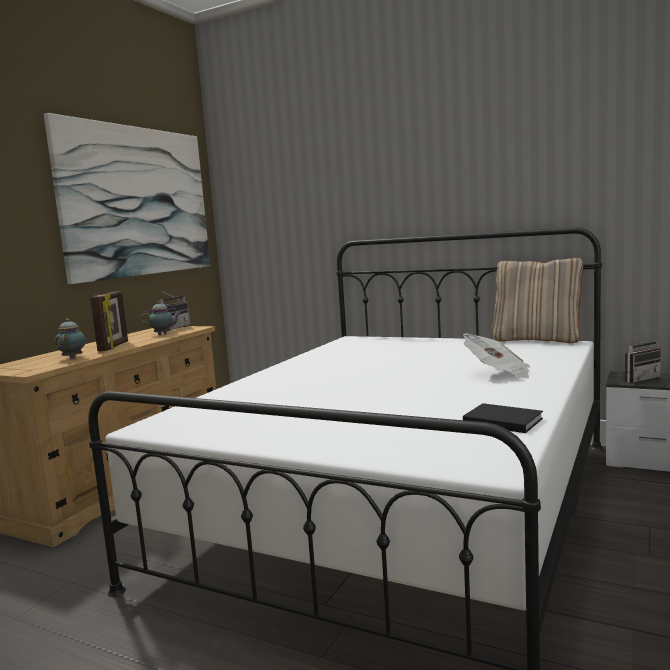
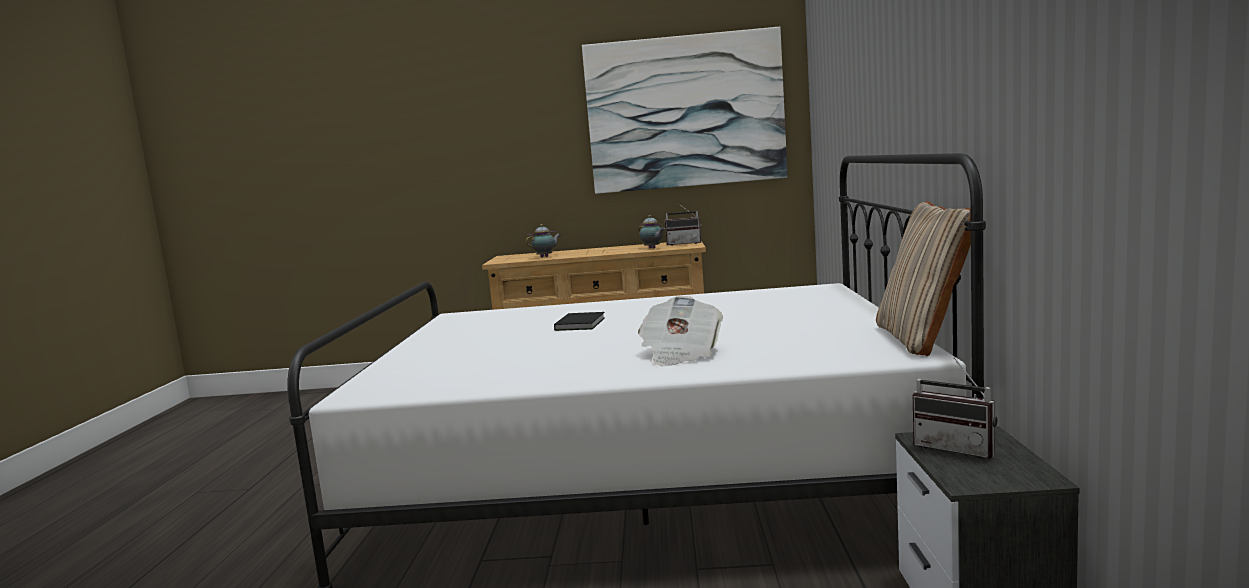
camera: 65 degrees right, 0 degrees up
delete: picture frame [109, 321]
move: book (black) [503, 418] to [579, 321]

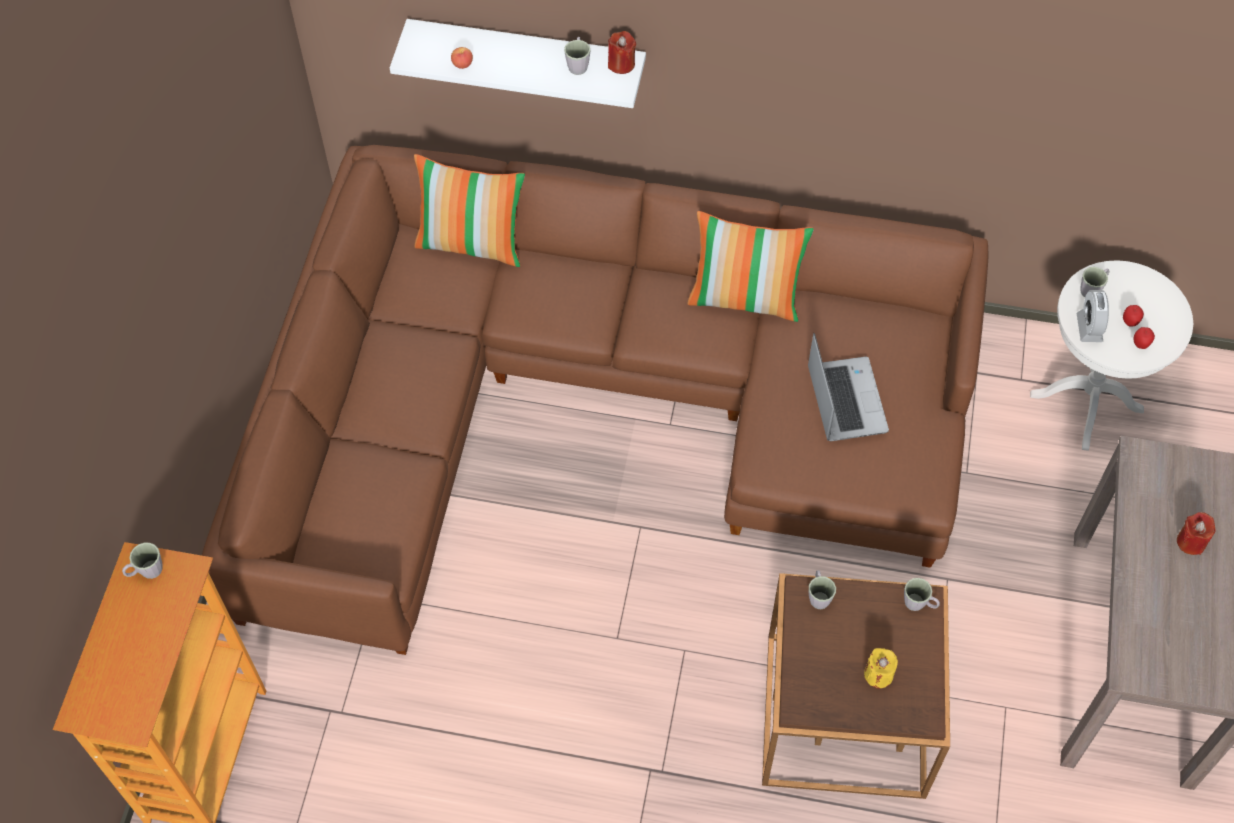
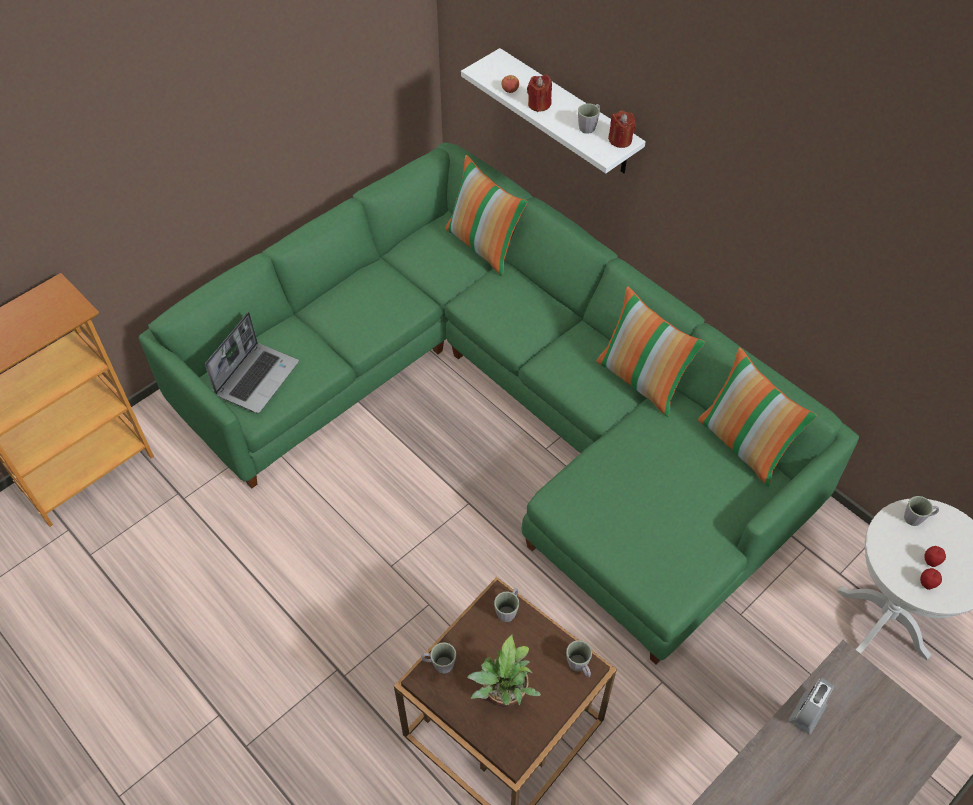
camera: 35 degrees right, 5 degrees down
insert: pillow [757, 417]
move: alarm clock [1093, 316] to [811, 705]; laptop [848, 387] to [252, 362]; candle (red) [1196, 533] to [539, 93]; mug (grey) [142, 560] to [438, 658]
replace: candle (yellow) [881, 668] to potted plant [504, 670]
recolor: sofa (brown) [595, 400] to sofa (green) [498, 404]

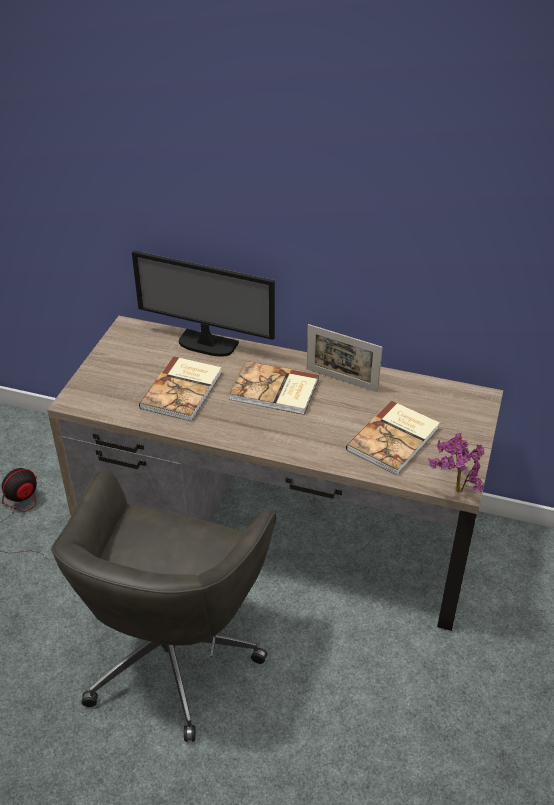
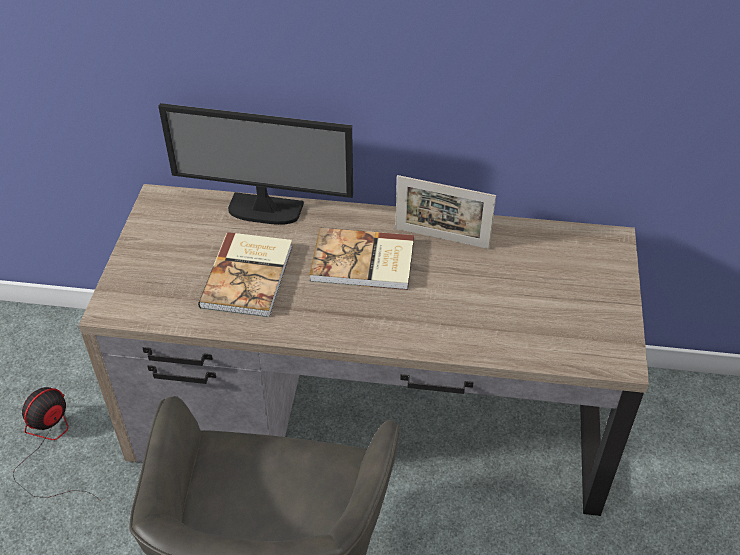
camera: 10 degrees left, 5 degrees up
delete: book [393, 438]; potted plant [456, 463]

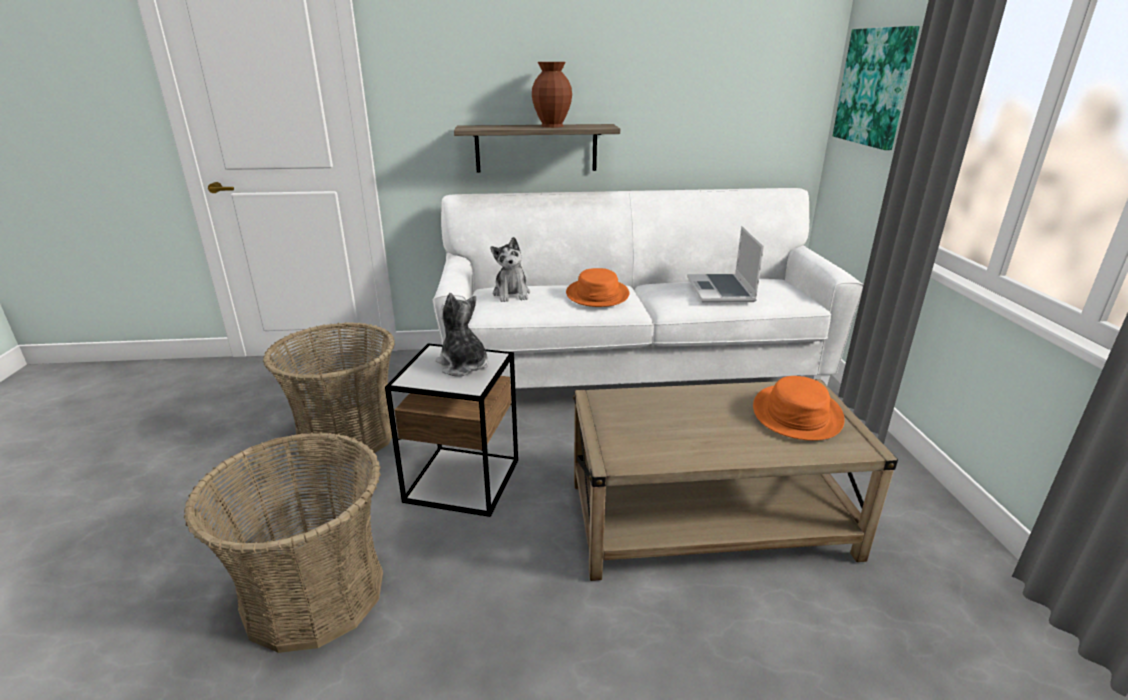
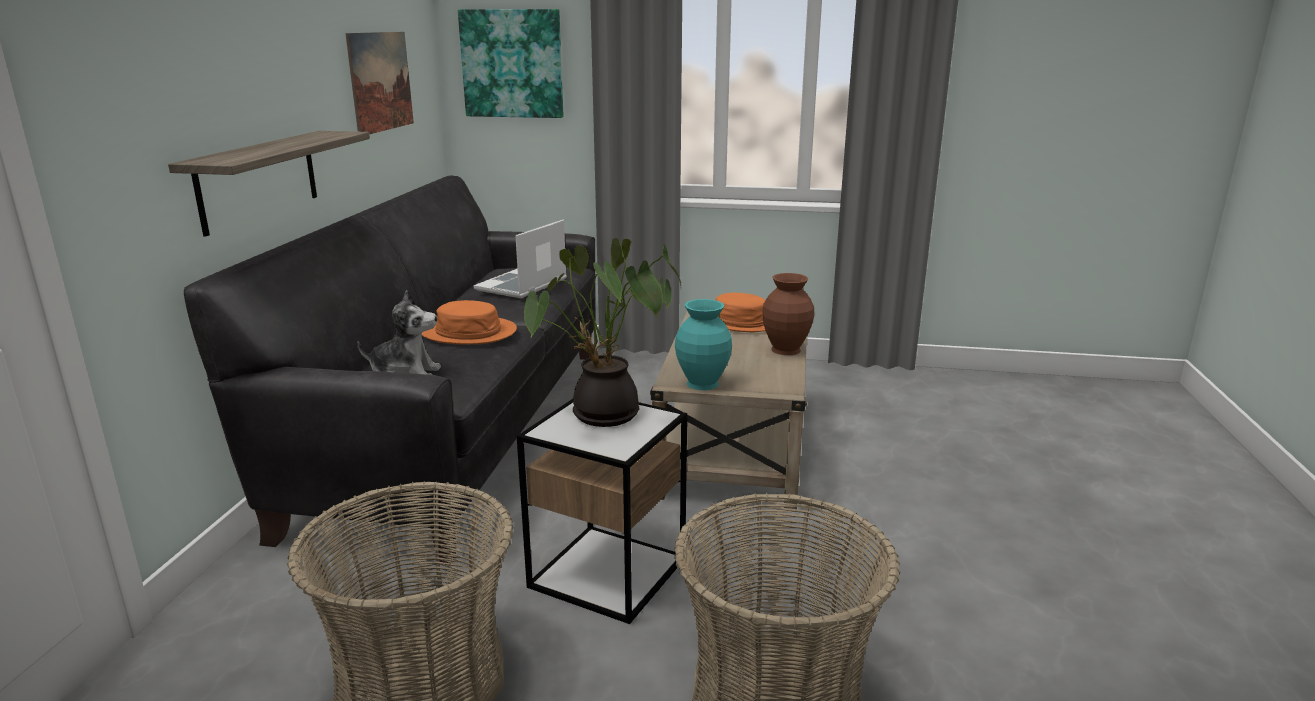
camera: 75 degrees left, 5 degrees down
insert: picture [379, 83]; vase (turquoise) [703, 344]
move: vase (brown) [552, 95] to [788, 314]
replace: plush toy [462, 335] to potted plant [602, 332]
recolor: sofa (white) [648, 288] to sofa (black) [389, 369]
rotate: laptop [725, 264] = [520, 259] 105 degrees clockwise

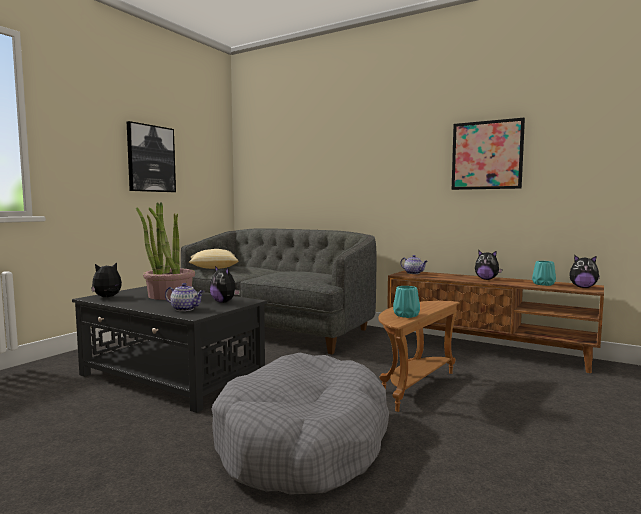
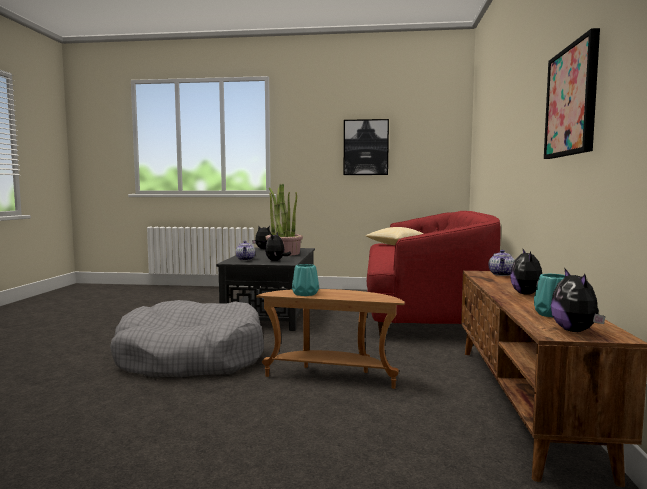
camera: 65 degrees right, 0 degrees up
recolor: sofa (grey) [279, 291] to sofa (red) [434, 273]

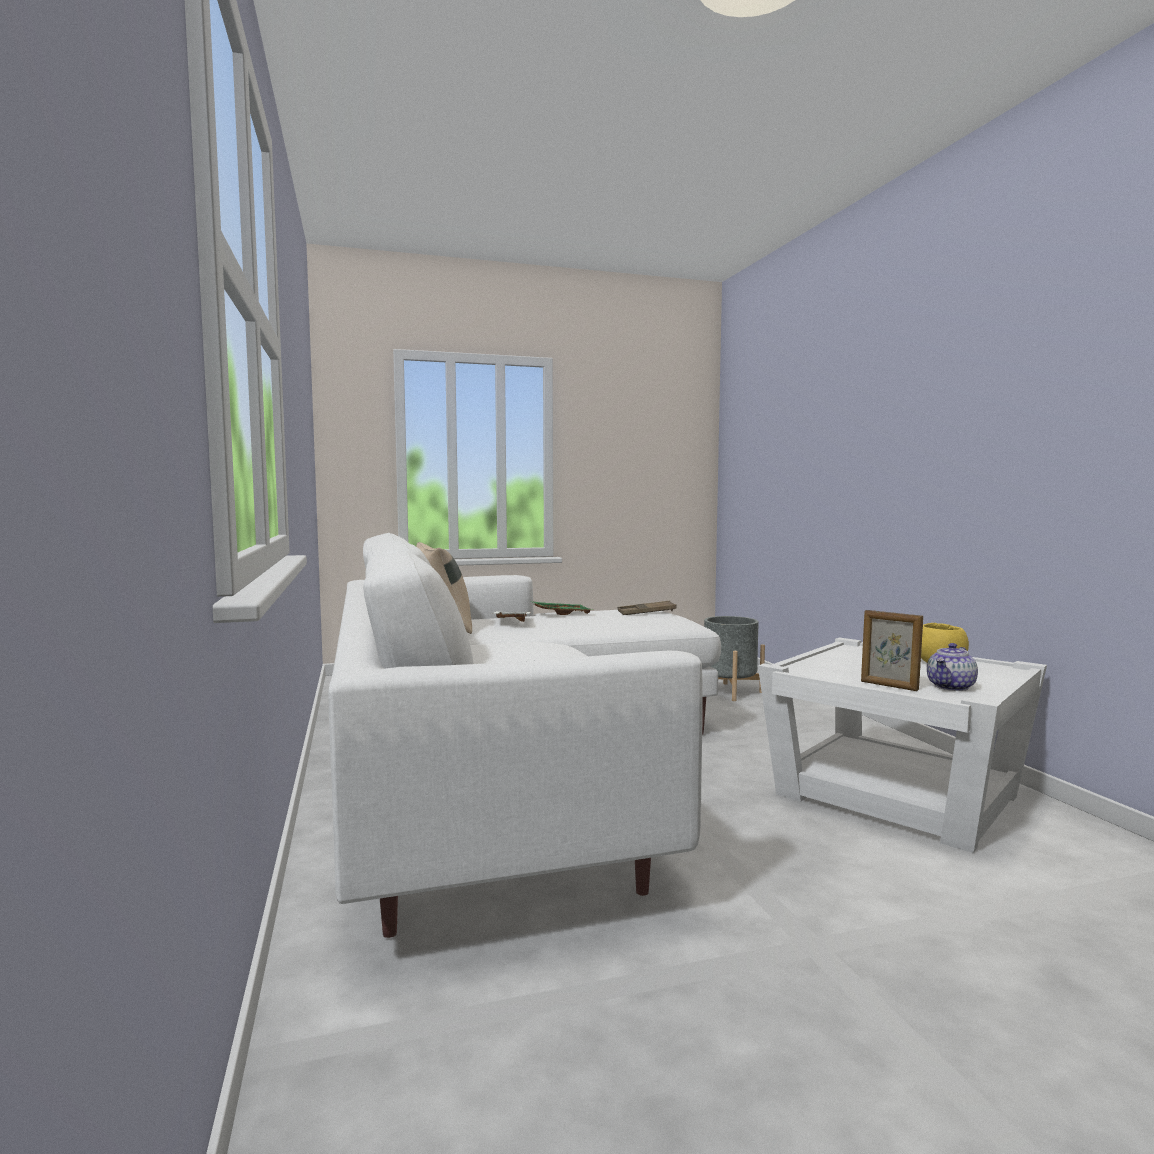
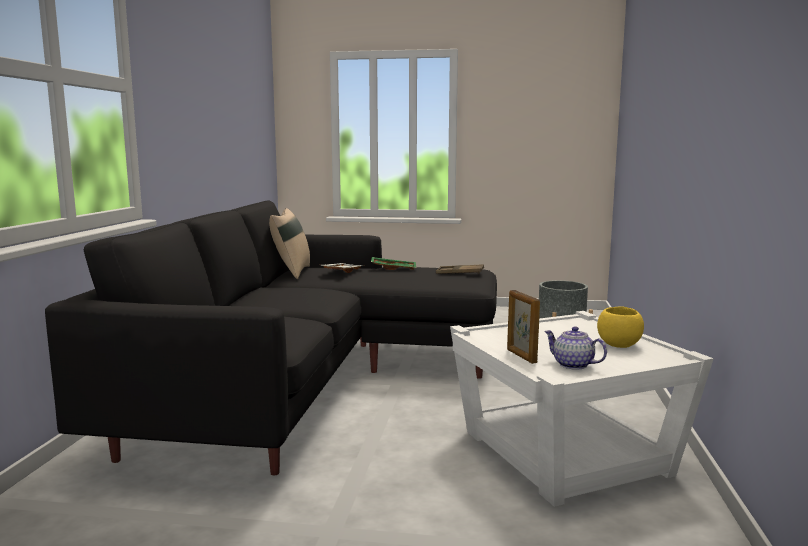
camera: 25 degrees right, 5 degrees up
recolor: sofa (white) [524, 735] to sofa (black) [271, 337]
rotate: teapot [952, 667] = [575, 348] 60 degrees clockwise

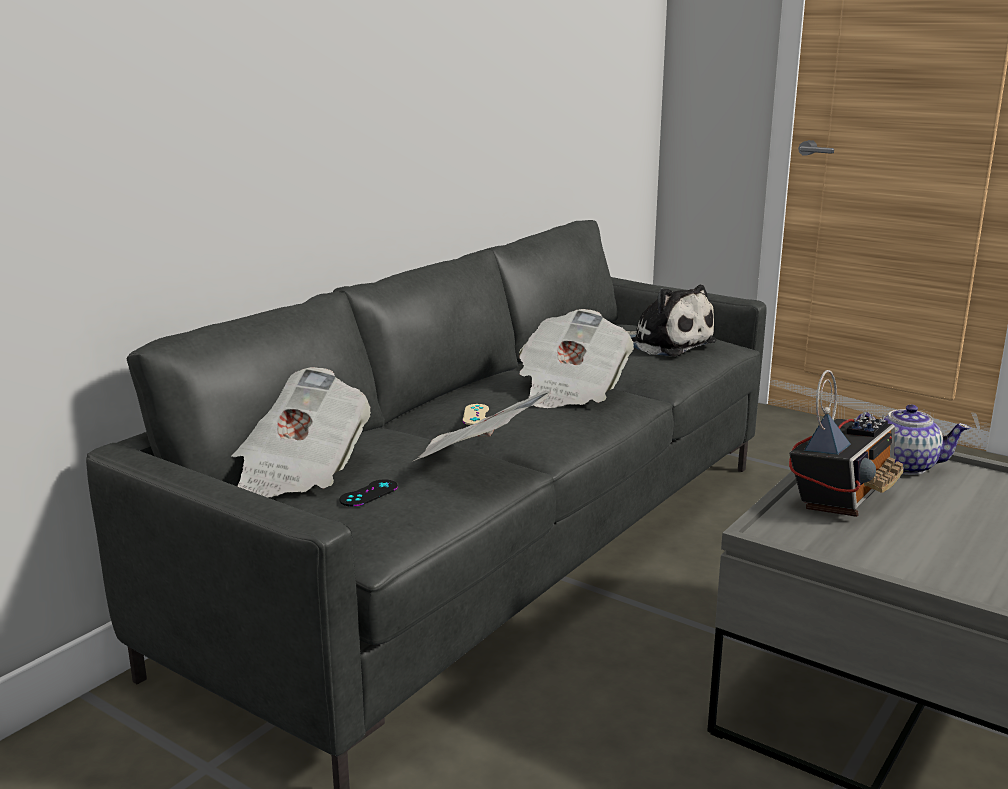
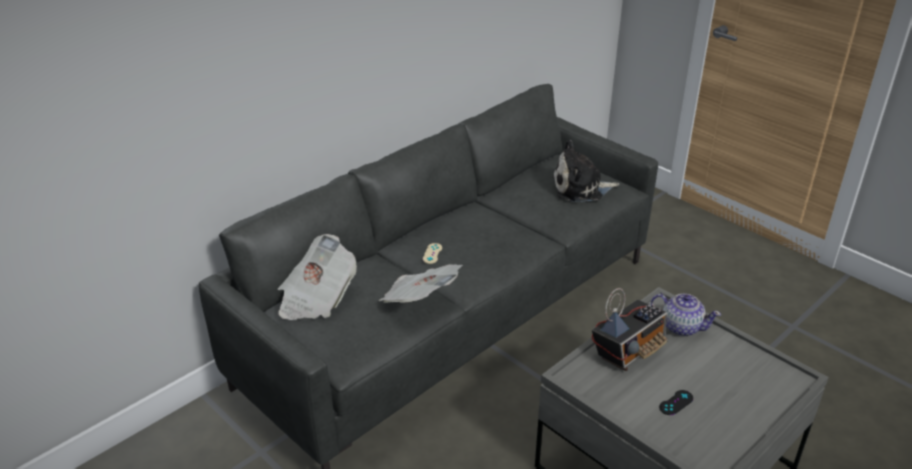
camera: 10 degrees right, 15 degrees up
delete: newspaper [576, 358]
move: game controller (black) [368, 493] to [676, 402]
rotate: plush toy [672, 321] = [585, 171] 120 degrees clockwise

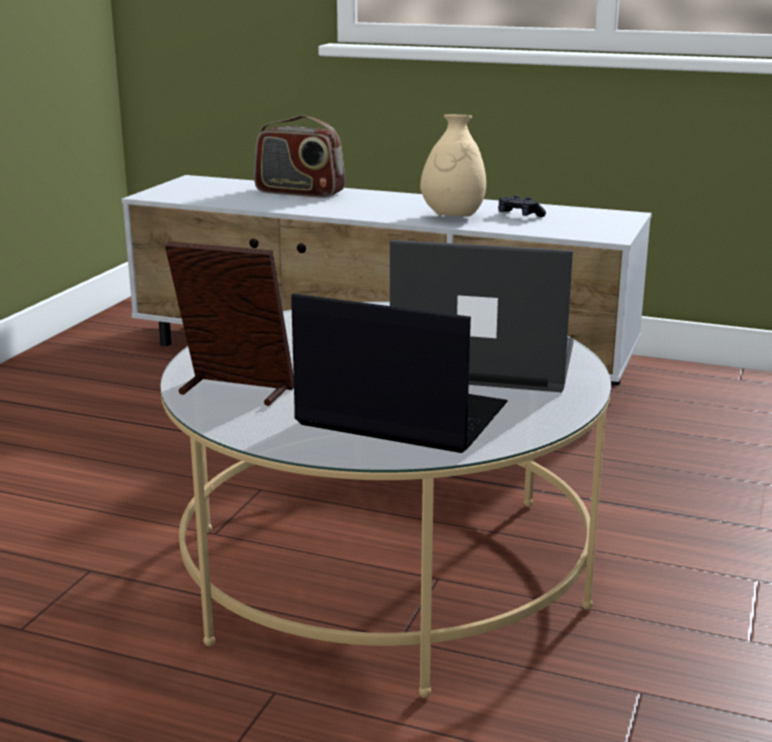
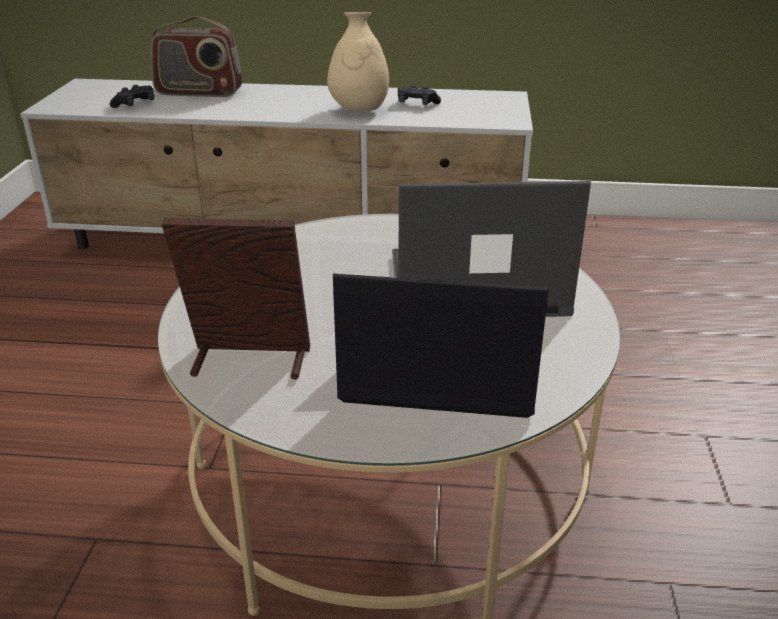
camera: 15 degrees left, 10 degrees up
insert: game controller (black) [132, 96]

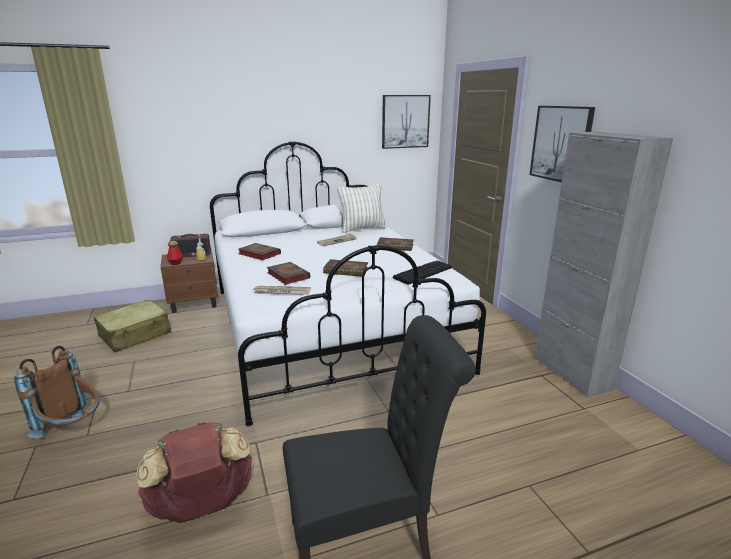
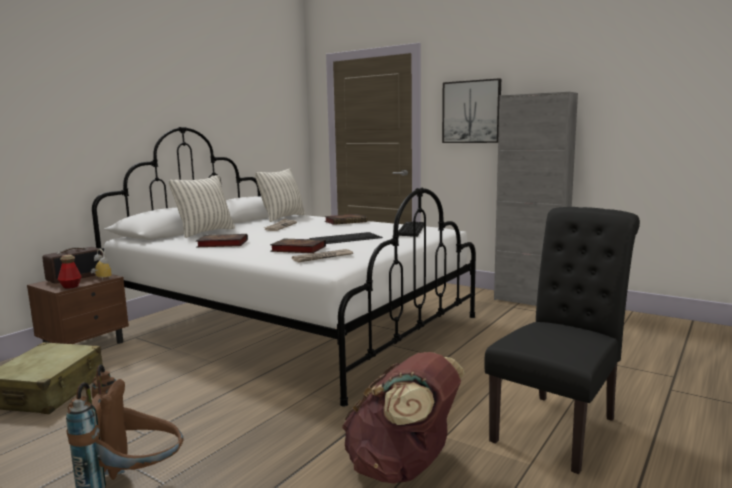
camera: 35 degrees left, 10 degrees down
delete: picture [406, 122]
insert: pillow [202, 206]
replace: book [345, 268] to keyboard [346, 238]

